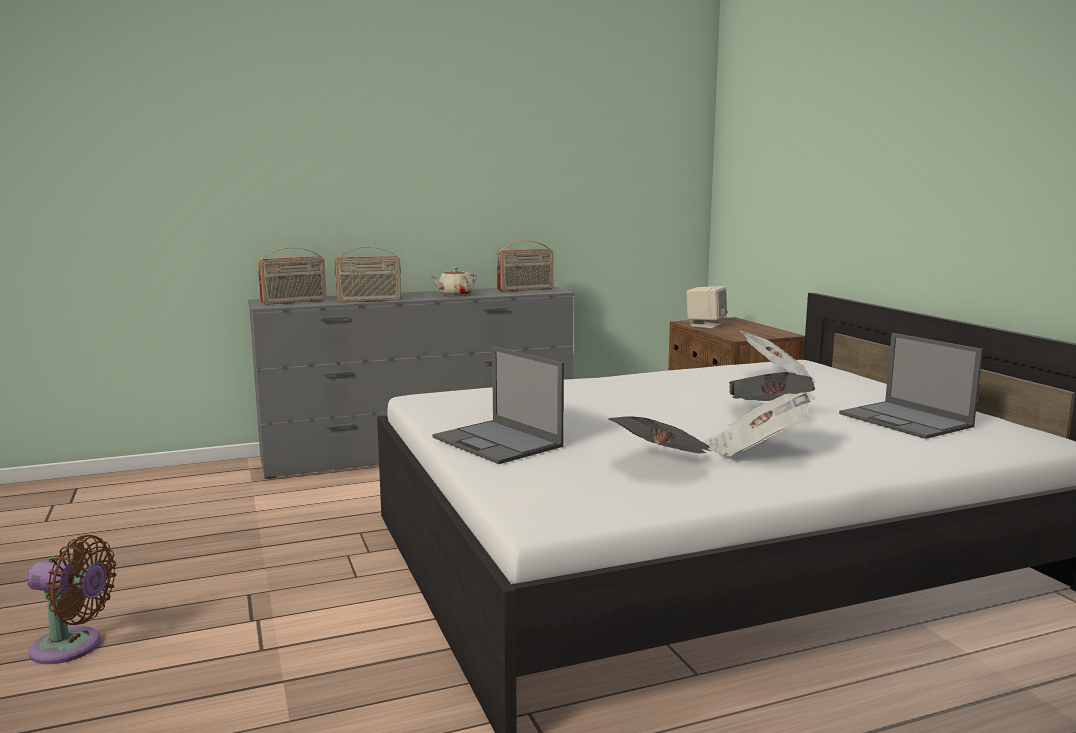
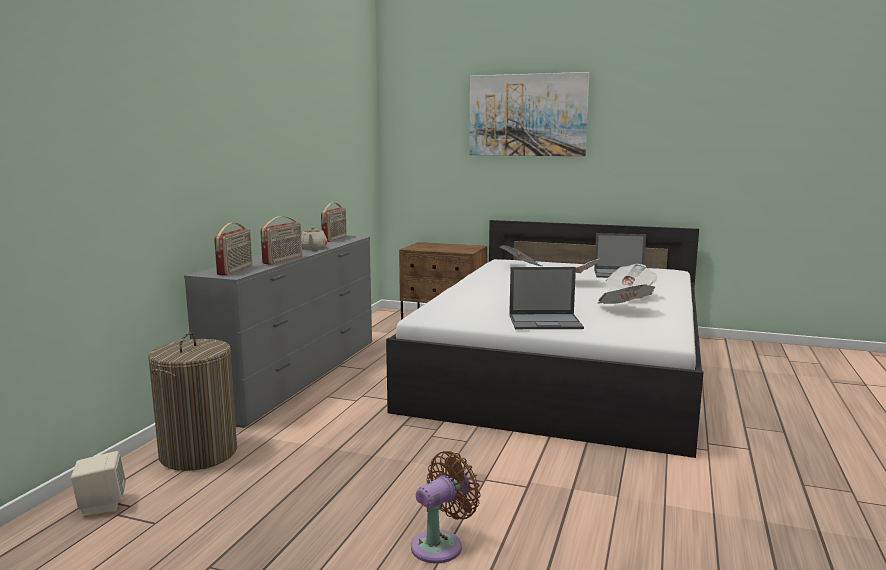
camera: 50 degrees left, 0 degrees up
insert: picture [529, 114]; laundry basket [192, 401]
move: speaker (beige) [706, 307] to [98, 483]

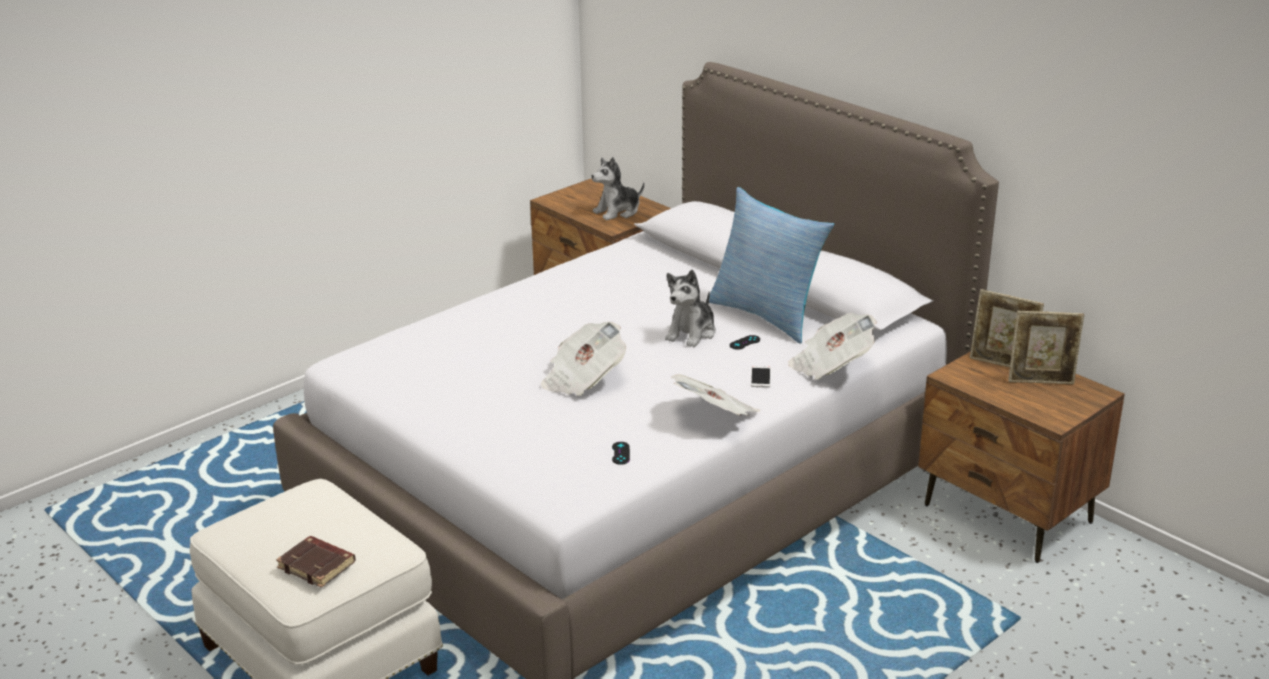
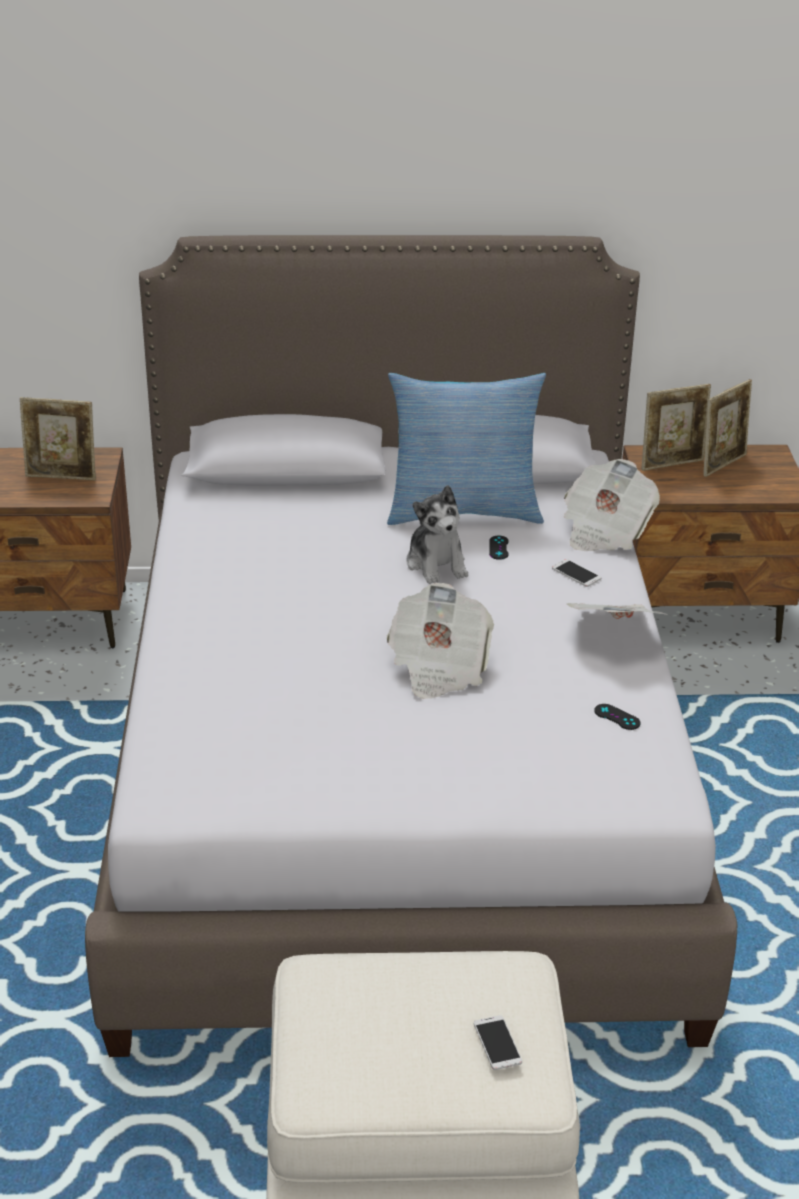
camera: 50 degrees left, 5 degrees up
replace: plush toy [617, 189] to picture frame [58, 438]; book (brown) [316, 562] to phone [498, 1042]

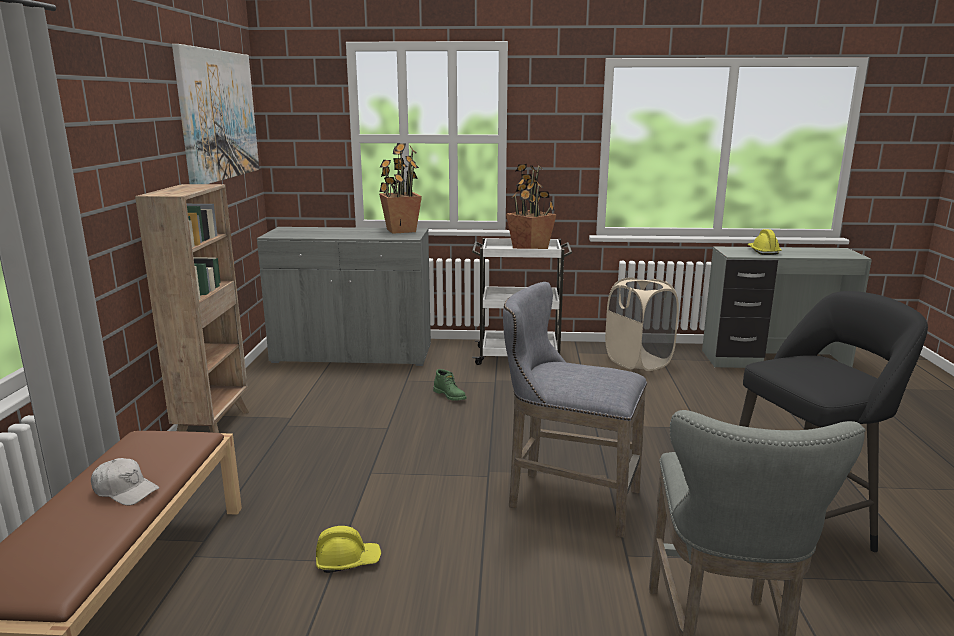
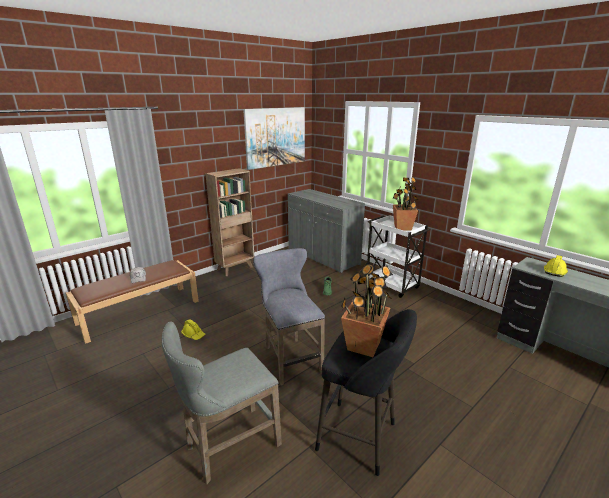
camera: 45 degrees right, 5 degrees up
delete: laundry basket (beige) [642, 324]
move: potted plant [400, 188] to [367, 310]

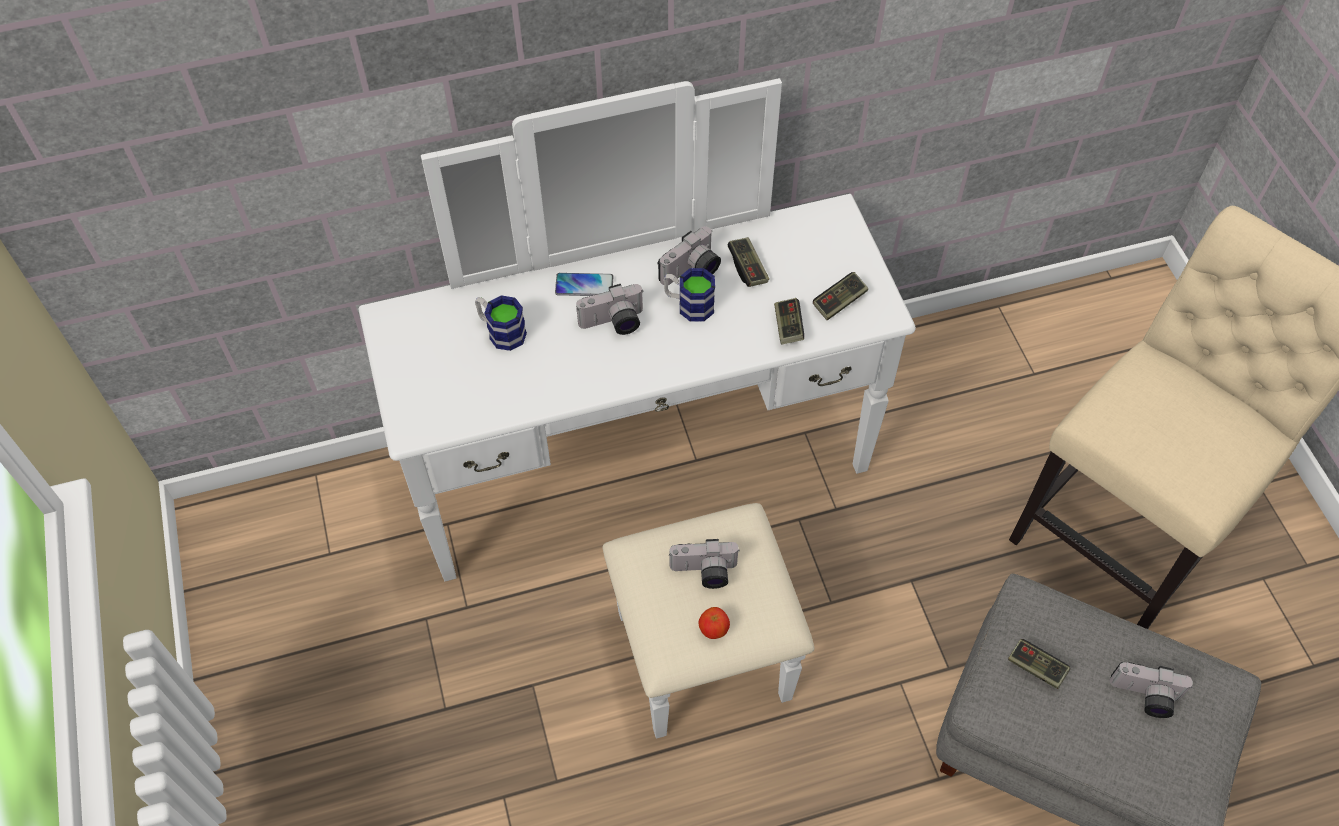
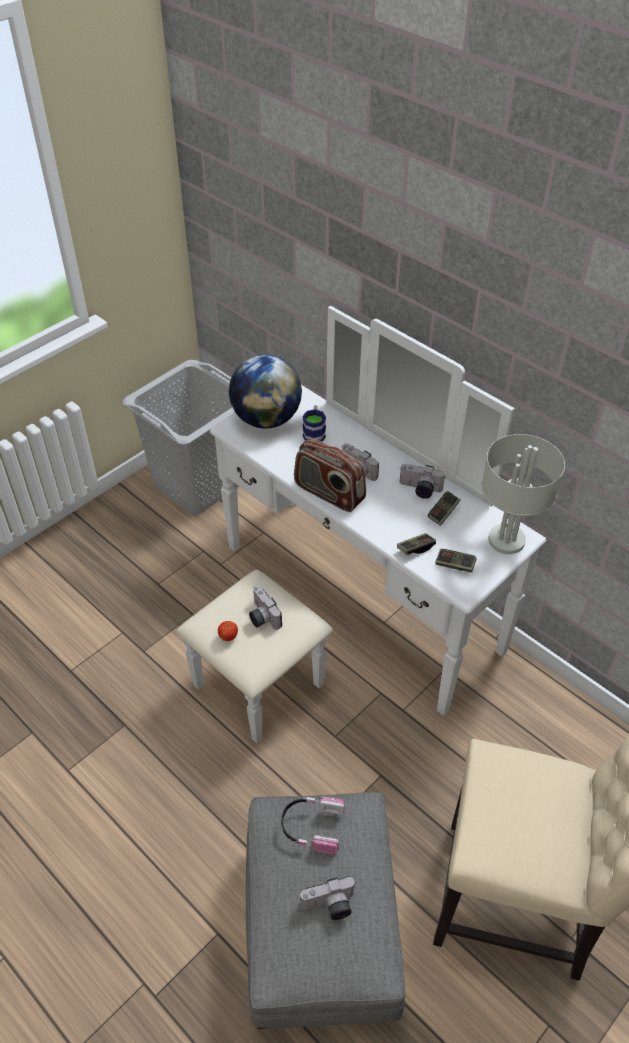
camera: 60 degrees right, 10 degrees down
delete: mug [689, 295]; phone [584, 284]
insert: globe [265, 391]; laundry basket (grey) [180, 437]; table lamp (grey) [523, 494]; radio [330, 475]
replace: game controller [1039, 664] to headphones [313, 825]
rotate: photo camera [1151, 690] = [327, 898] 90 degrees counterclockwise

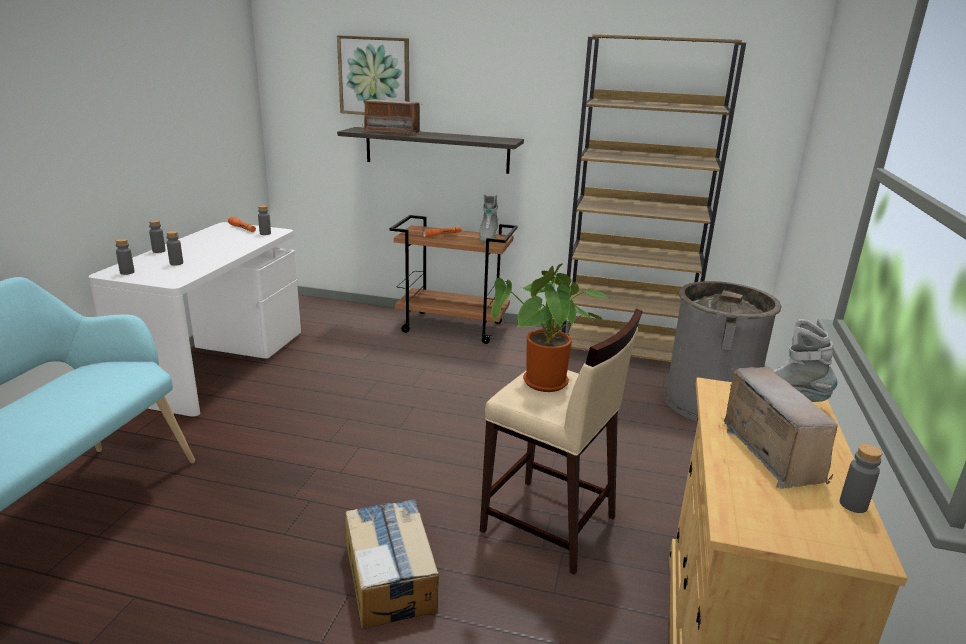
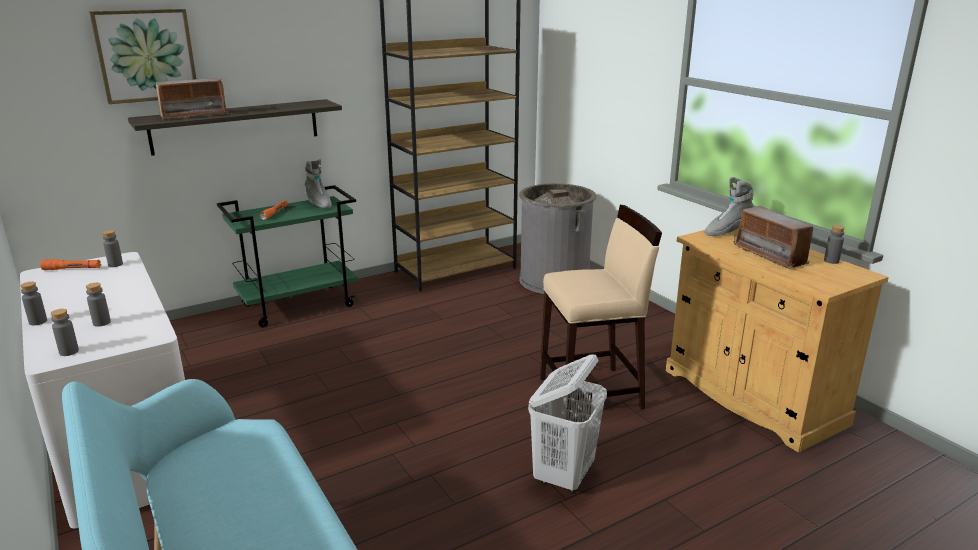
camera: 45 degrees left, 0 degrees up
delete: potted plant [551, 328]
replace: cardboard box [392, 564] to laundry basket (white) [567, 423]
recolor: cart (brown) [454, 279] to cart (green) [287, 256]
rotate: radio [780, 428] = [775, 237] 150 degrees counterclockwise

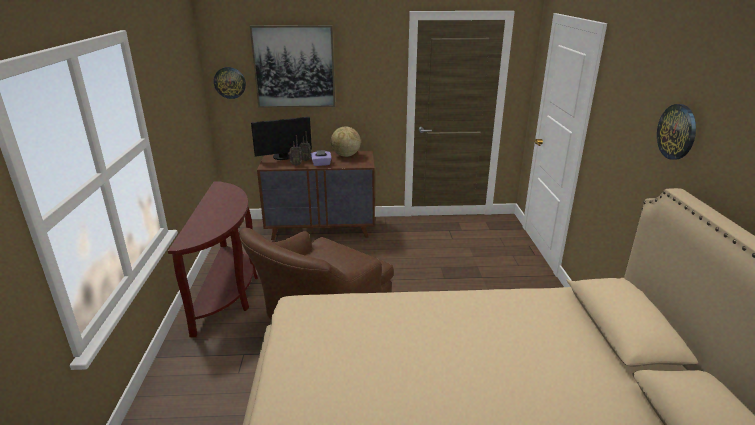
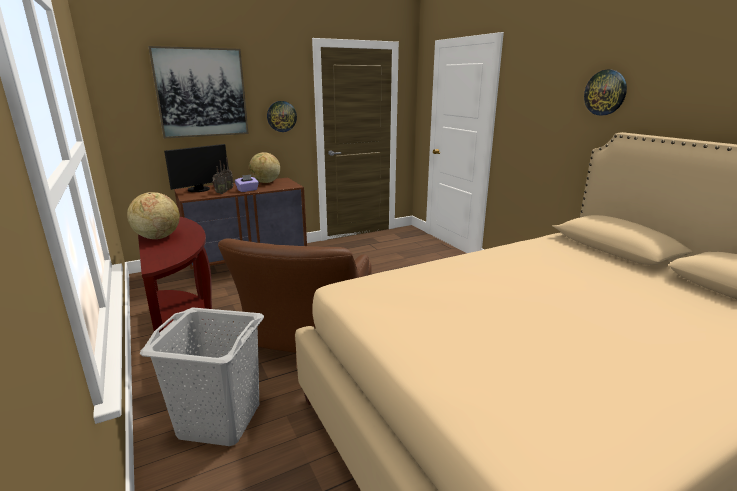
camera: 25 degrees left, 5 degrees down
insert: globe [153, 215]; laundry basket (grey) [202, 376]
move: wall clock [230, 83] to [282, 116]

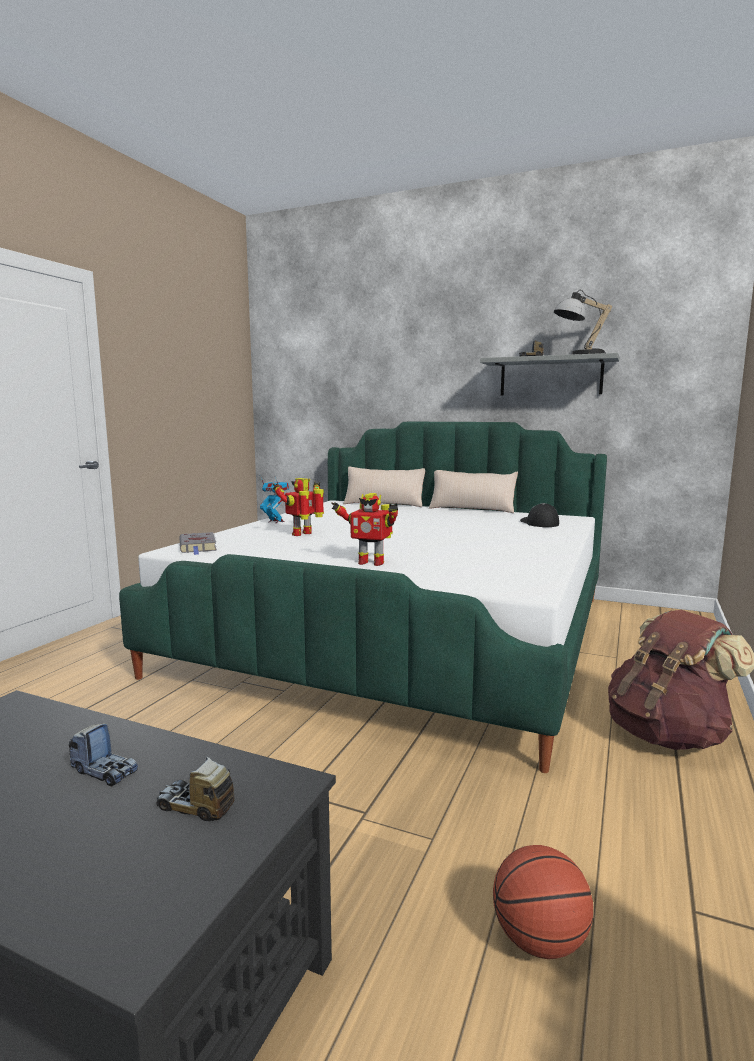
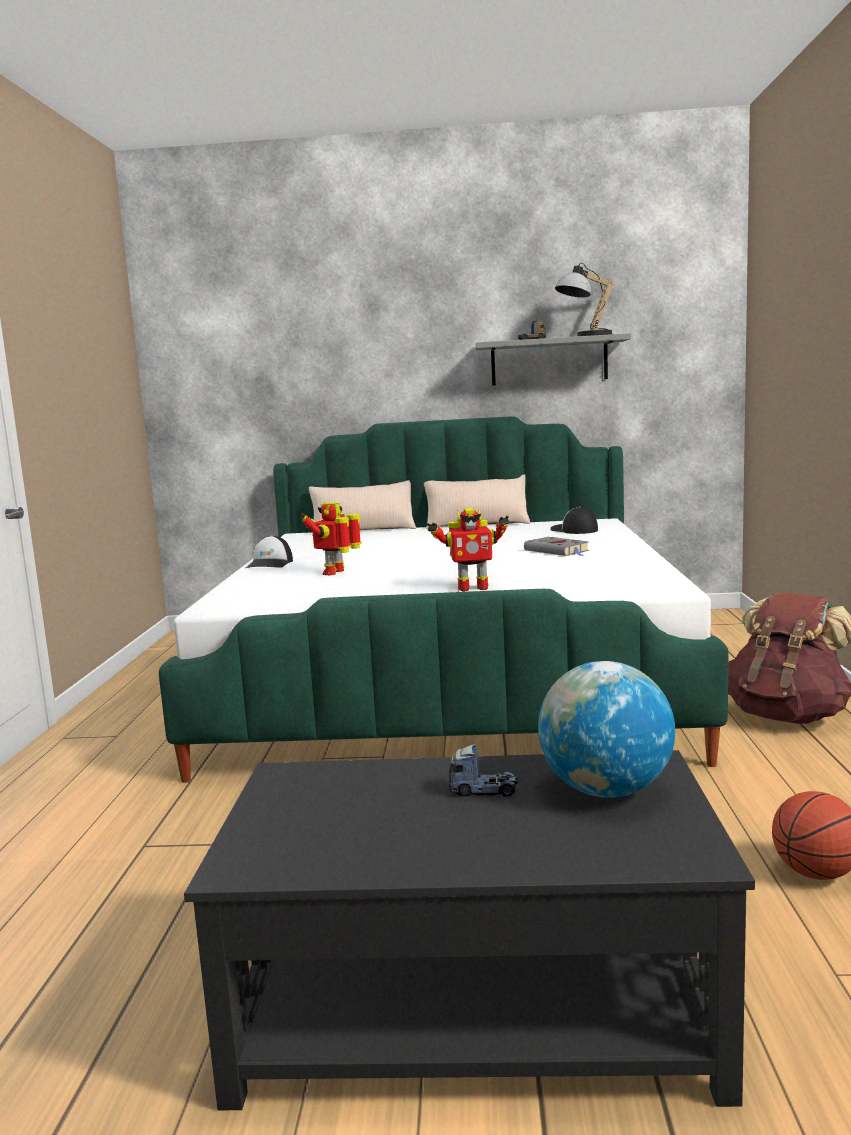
camera: 20 degrees left, 0 degrees up
move: book (grey) [198, 543] to [556, 546]
replace: toy robot [275, 499] to cap [269, 552]; toy truck [195, 789] to globe [606, 729]

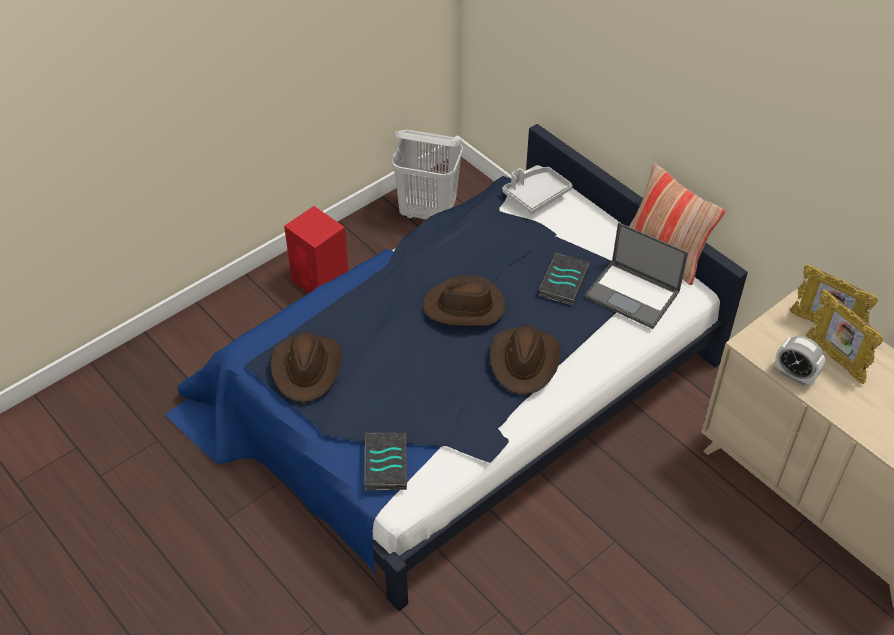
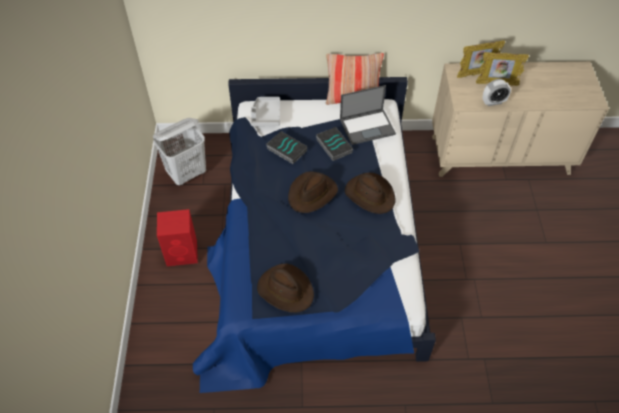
camera: 50 degrees left, 5 degrees up
move: book [385, 462] to [286, 147]

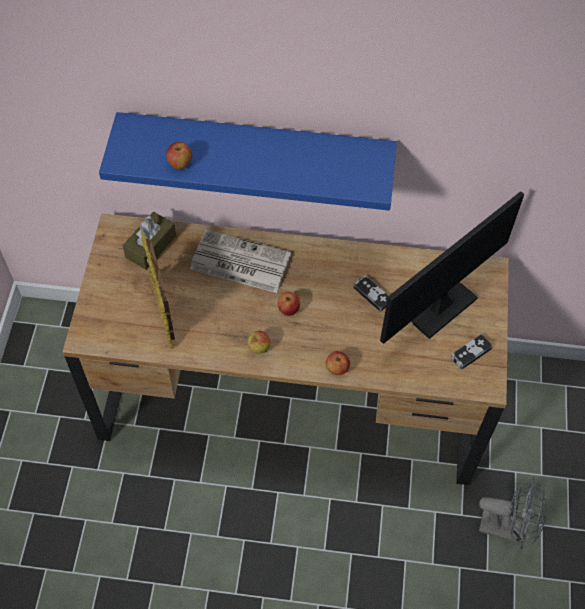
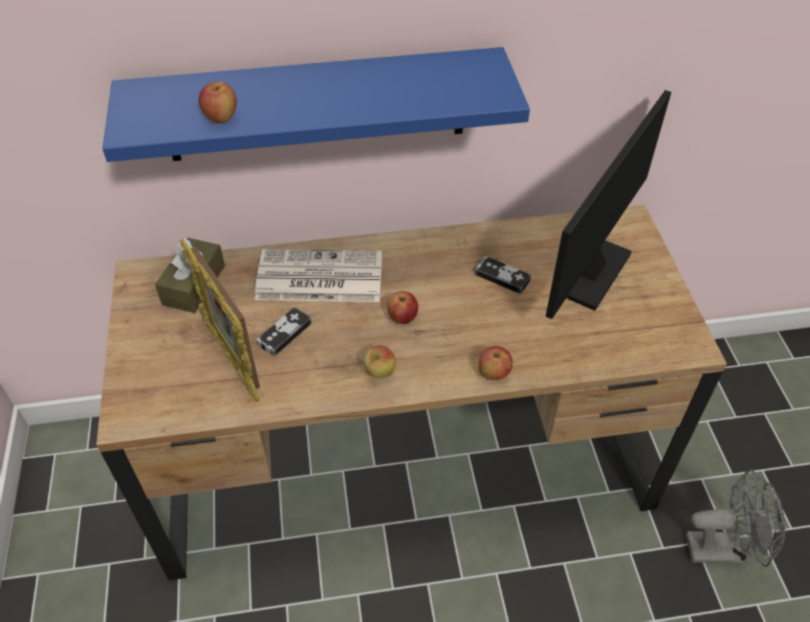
camera: 15 degrees left, 10 degrees down
move: game controller [471, 352] to [284, 331]

